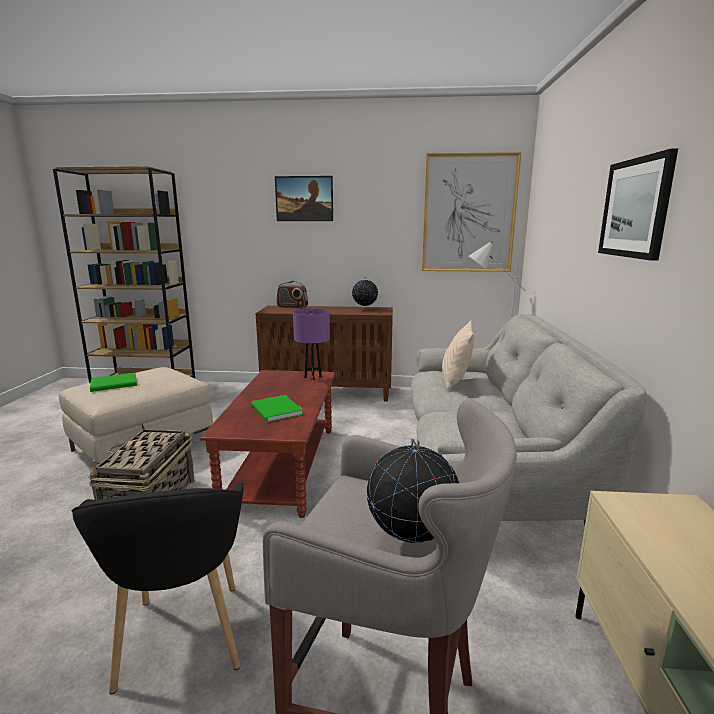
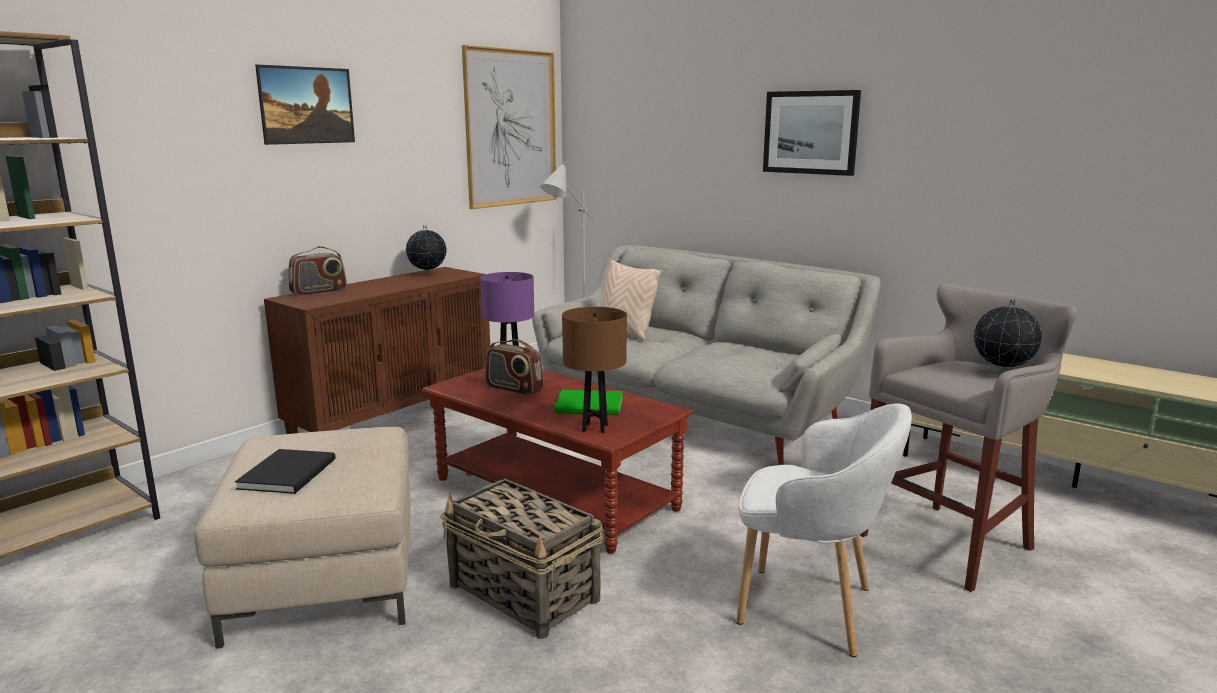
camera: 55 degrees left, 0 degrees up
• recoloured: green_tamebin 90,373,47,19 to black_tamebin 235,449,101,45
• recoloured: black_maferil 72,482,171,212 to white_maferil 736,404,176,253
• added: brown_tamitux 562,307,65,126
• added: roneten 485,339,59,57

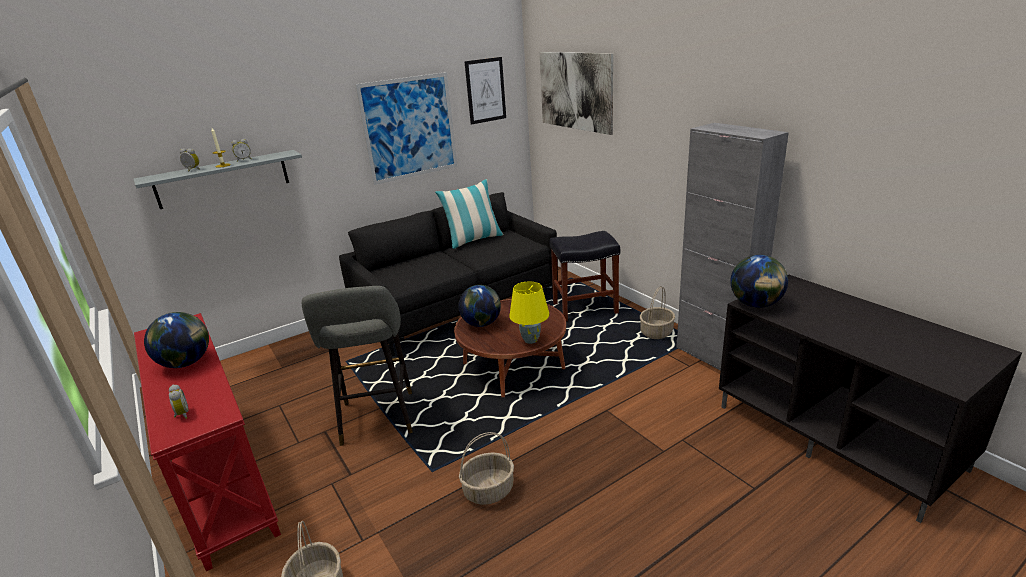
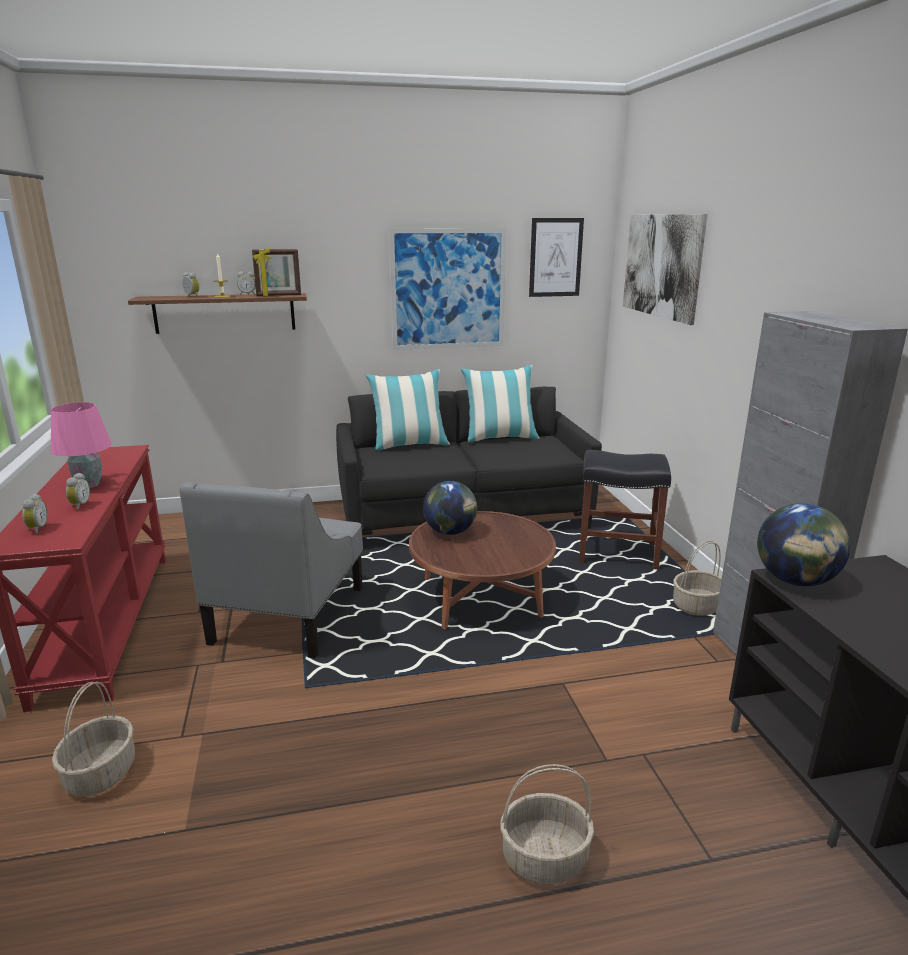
camera: 20 degrees right, 5 degrees down
• recoloured: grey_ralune 134,150,168,59 to brown_ralune 128,293,179,41
• removed: yellow_tamitux 509,281,40,63
• replaced: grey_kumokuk 302,286,111,160 to grey_maferil 179,482,184,176
• replaced: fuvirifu 144,312,65,56 to pink_tamitux 51,402,61,86
• moved: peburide 459,432,55,73 to 500,764,94,120
• added: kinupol 252,248,49,49
• added: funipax 365,369,85,82
• added: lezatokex 66,473,24,37

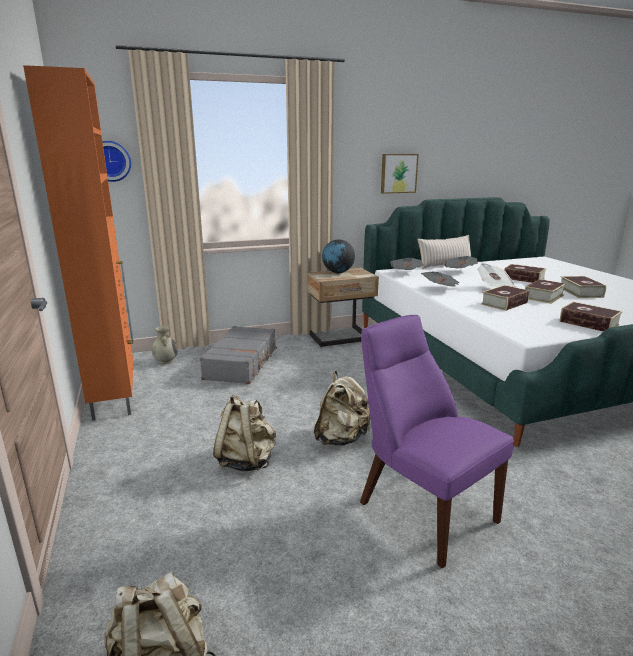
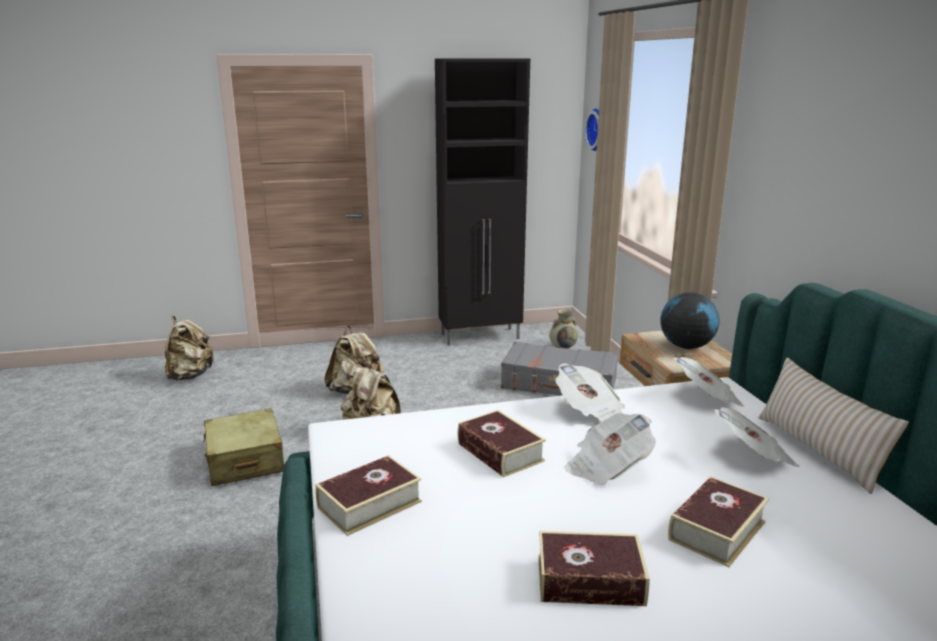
camera: 95 degrees right, 0 degrees up
• recoloured: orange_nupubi 23,65,111,356 to black_nupubi 435,58,95,287
• removed: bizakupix 381,154,38,40
• removed: tamebin 525,279,41,25
• replaced: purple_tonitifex 360,315,154,253 to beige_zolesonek 203,408,82,78

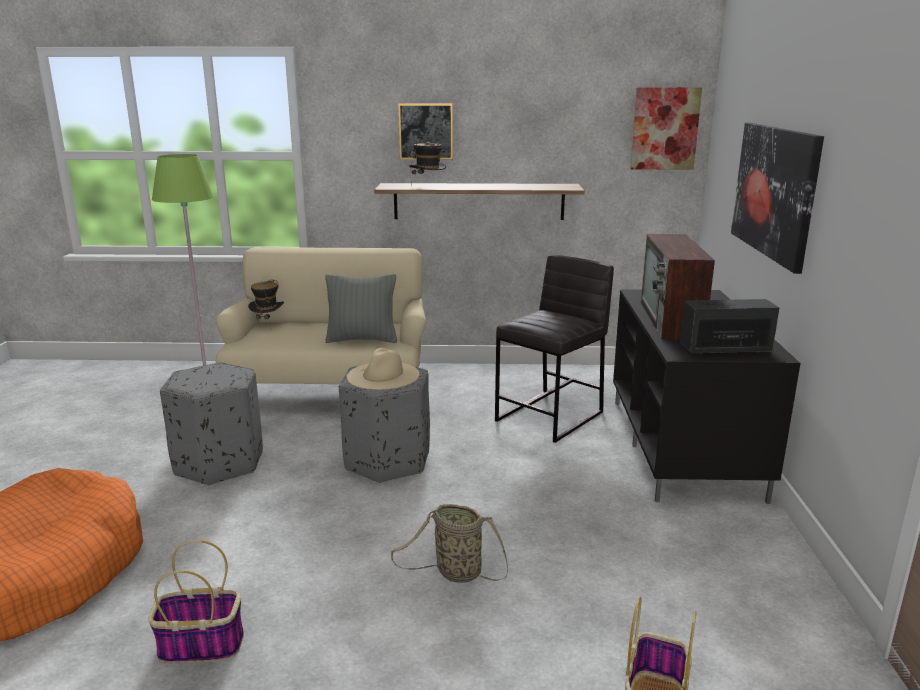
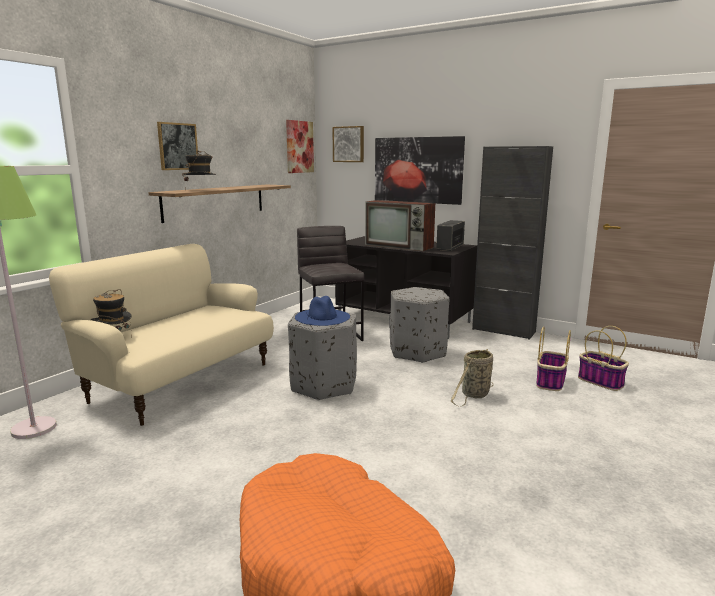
camera: 60 degrees left, 5 degrees down
• removed: grey_funipax 325,274,72,69
• recoloured: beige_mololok 347,348,72,42 to blue_mololok 295,296,55,30
• moved: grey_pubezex 160,362,103,124 to 390,287,60,76
• moved: peburide 148,540,96,124 to 536,326,35,65
• added: bizakupix 332,126,32,36
• added: black_nupubi 472,146,81,194

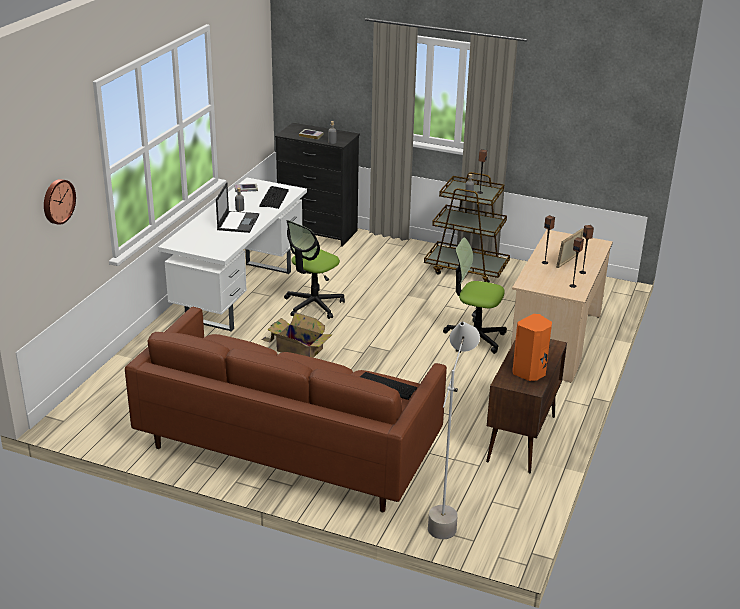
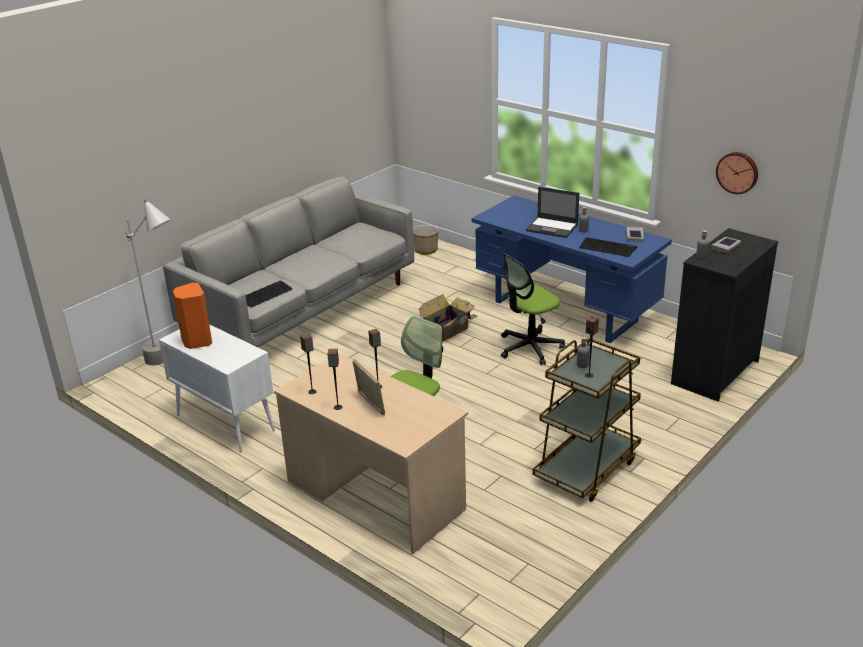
camera: 110 degrees right, 0 degrees up
• recoloured: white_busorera 158,178,149,154 to blue_busorera 472,195,200,148
• moved: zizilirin 44,179,32,46 to 716,152,42,42
• turned: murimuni 284,220,61,99 = 501,253,64,112 90 degrees counterclockwise
• recoloured: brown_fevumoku 125,307,322,205 to grey_fevumoku 163,177,251,170
• recoloured: brown_nupubi 486,339,81,134 to white_nupubi 159,325,116,127
• added: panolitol 413,225,25,30

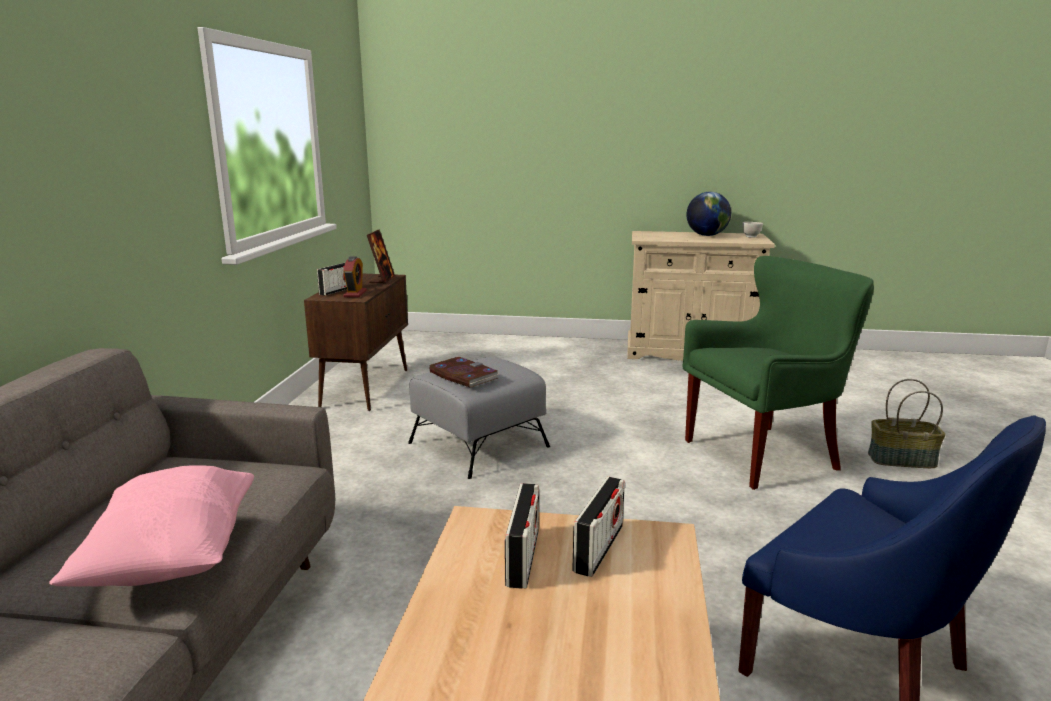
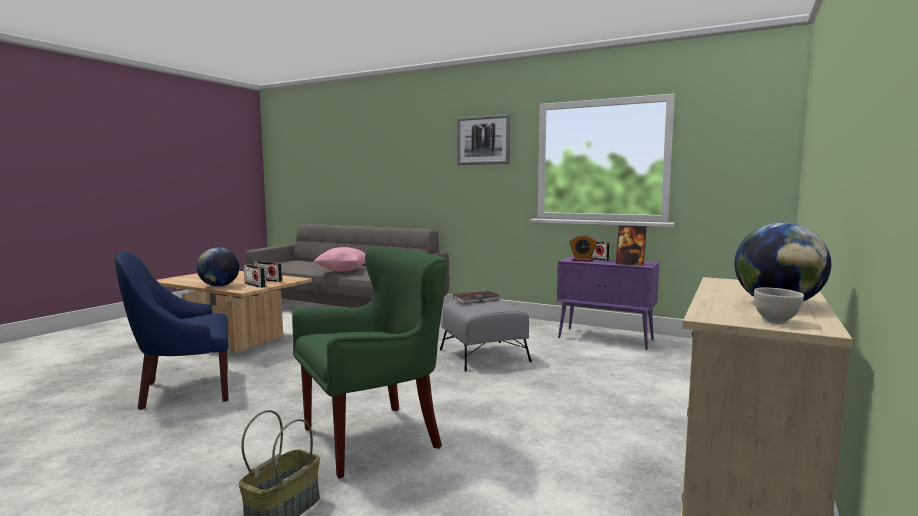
camera: 110 degrees right, 10 degrees down
• turned: green_maferil 683,256,191,234 = 292,246,155,232 120 degrees counterclockwise
• recoloured: brown_nupubi 304,274,104,137 to purple_nupubi 557,256,102,94
• added: bizakupix 457,114,53,51
• added: fuvirifu 196,247,44,40

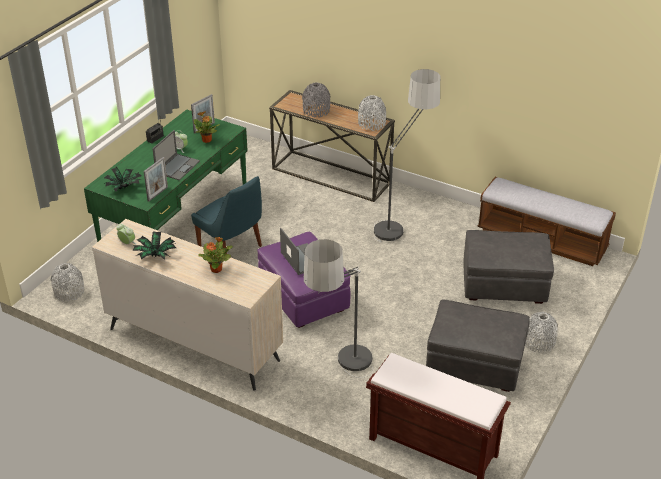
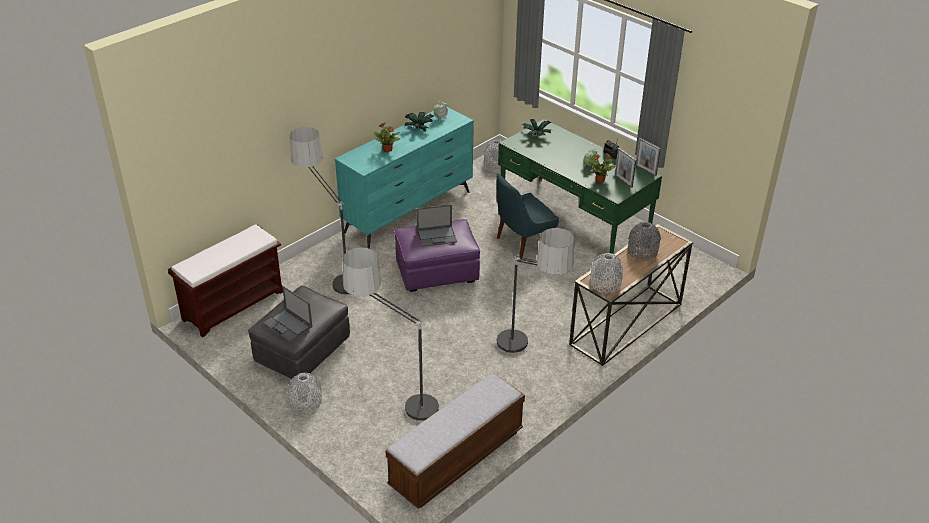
camera: 105 degrees right, 0 degrees up
• moved: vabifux 152,130,48,50 to 263,286,49,56
• moved: kinupol 144,157,24,45 to 636,138,25,38
• recoloured: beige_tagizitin 92,219,191,172 to turquoise_tagizitin 335,106,139,143
• replaced: grey_pubezex 463,230,91,74 to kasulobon 343,247,96,177

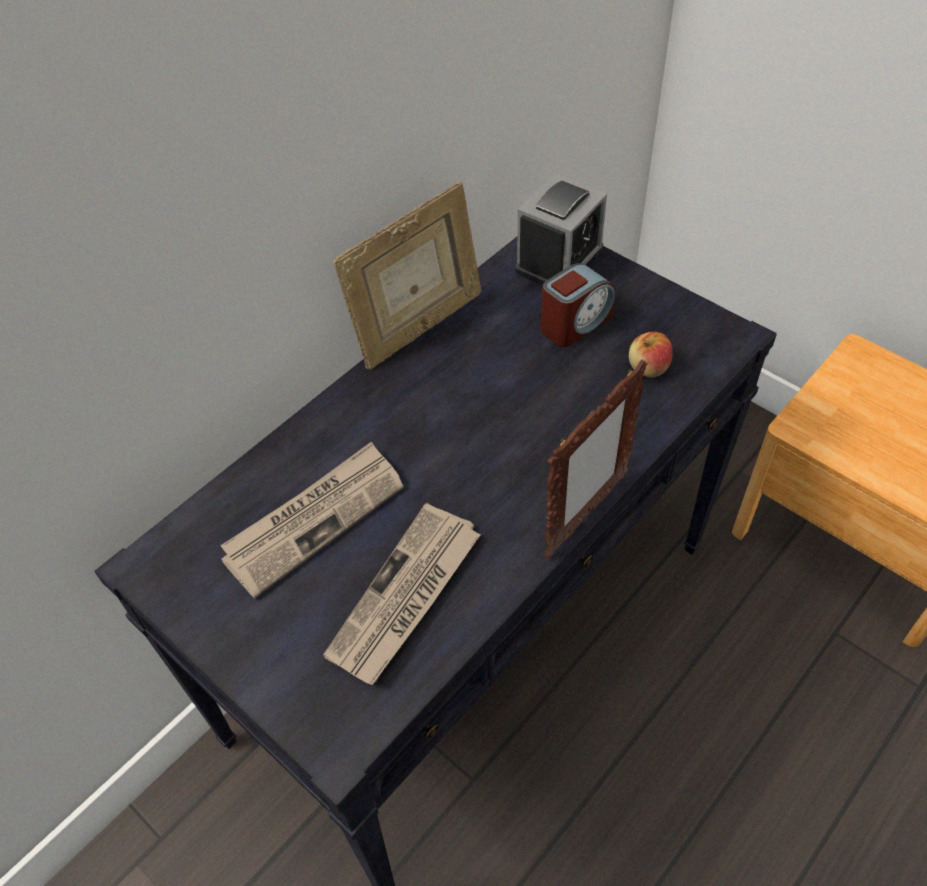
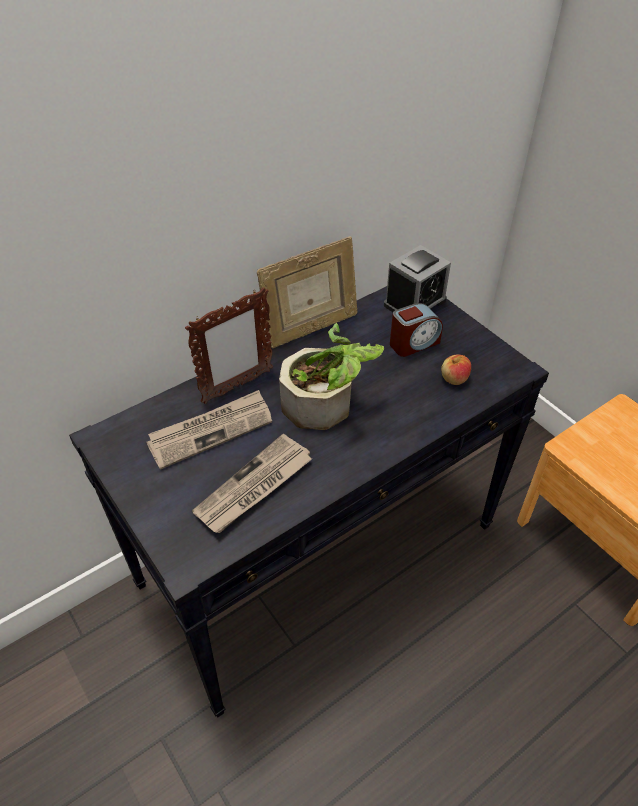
camera: 10 degrees right, 5 degrees down
• moved: kinupol 544,360,104,198 to 185,287,88,117
• added: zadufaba 279,323,105,107

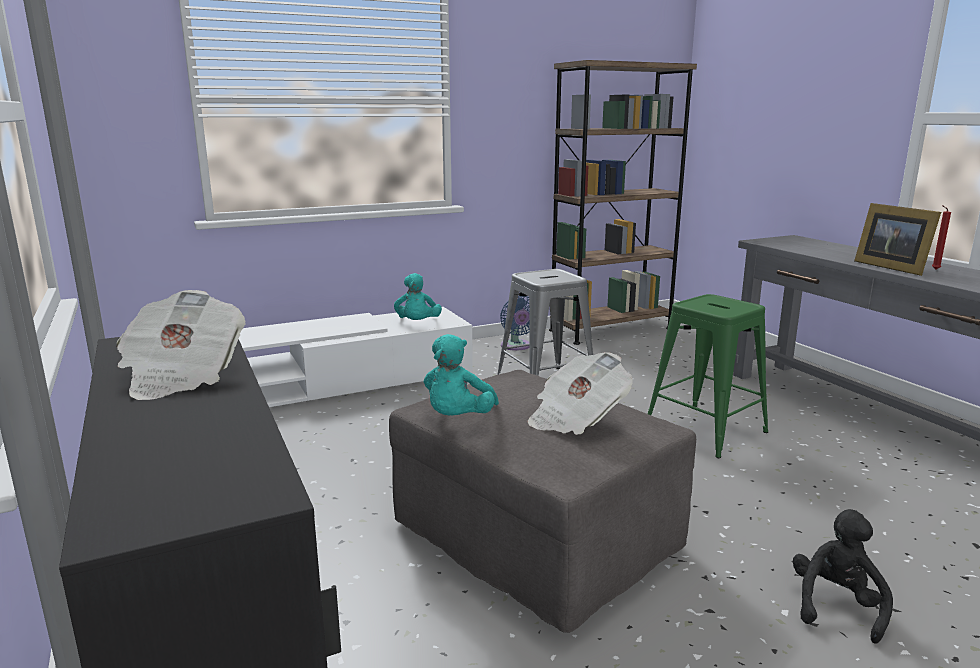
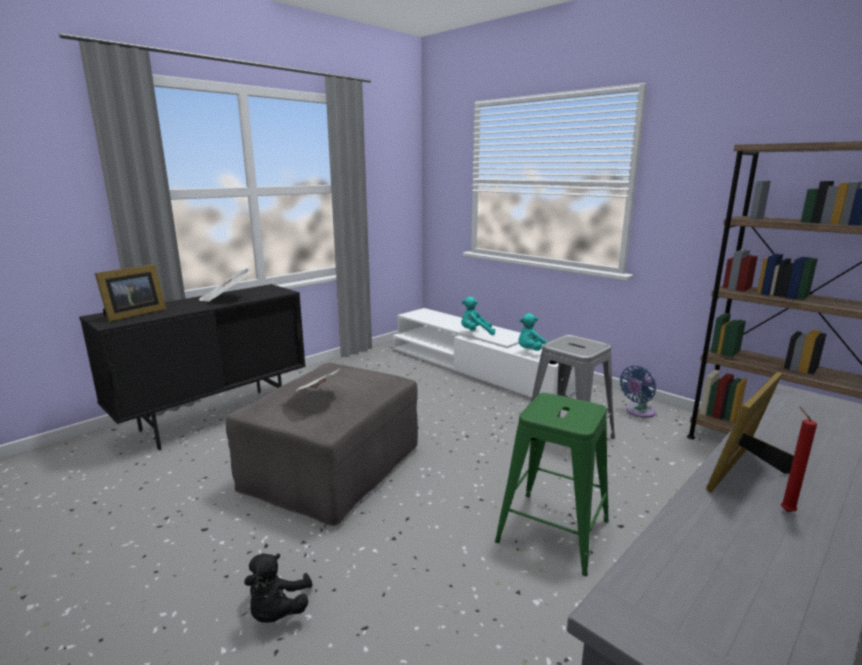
camera: 70 degrees right, 0 degrees up
• moved: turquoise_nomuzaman 423,334,76,82 to 461,297,34,38
• turned: black_nomuzaman 793,509,100,135 = 244,553,69,70 90 degrees clockwise
• added: kinupol 95,264,71,58

